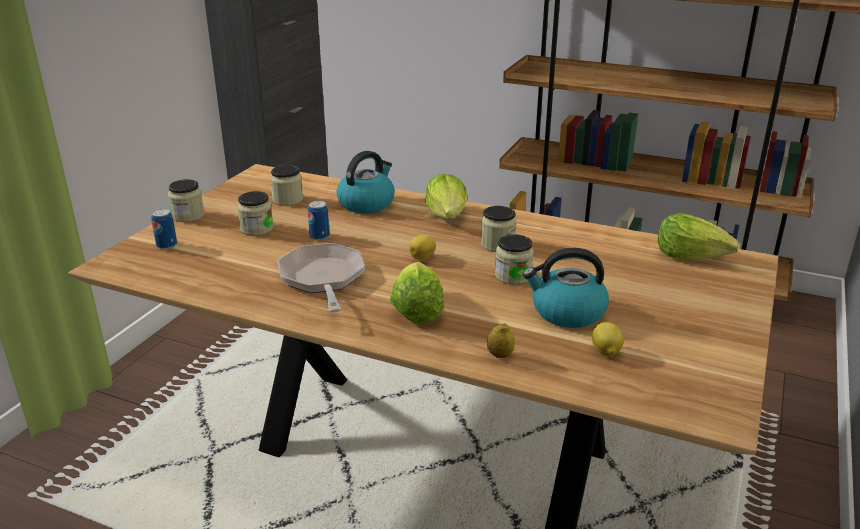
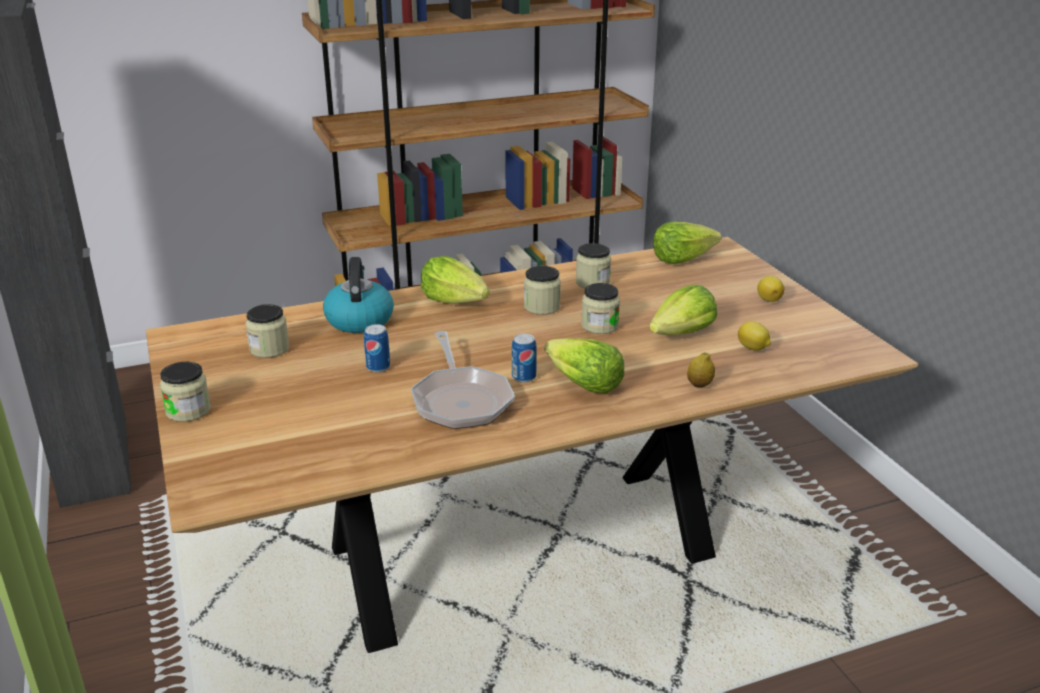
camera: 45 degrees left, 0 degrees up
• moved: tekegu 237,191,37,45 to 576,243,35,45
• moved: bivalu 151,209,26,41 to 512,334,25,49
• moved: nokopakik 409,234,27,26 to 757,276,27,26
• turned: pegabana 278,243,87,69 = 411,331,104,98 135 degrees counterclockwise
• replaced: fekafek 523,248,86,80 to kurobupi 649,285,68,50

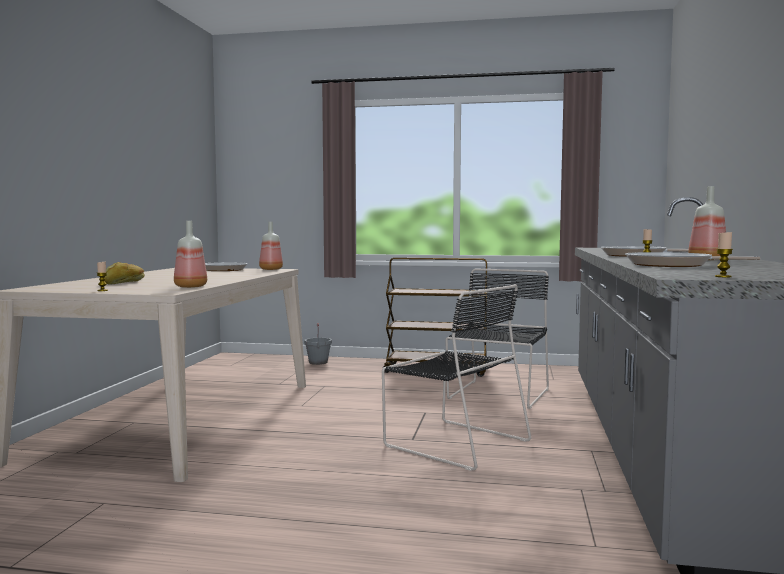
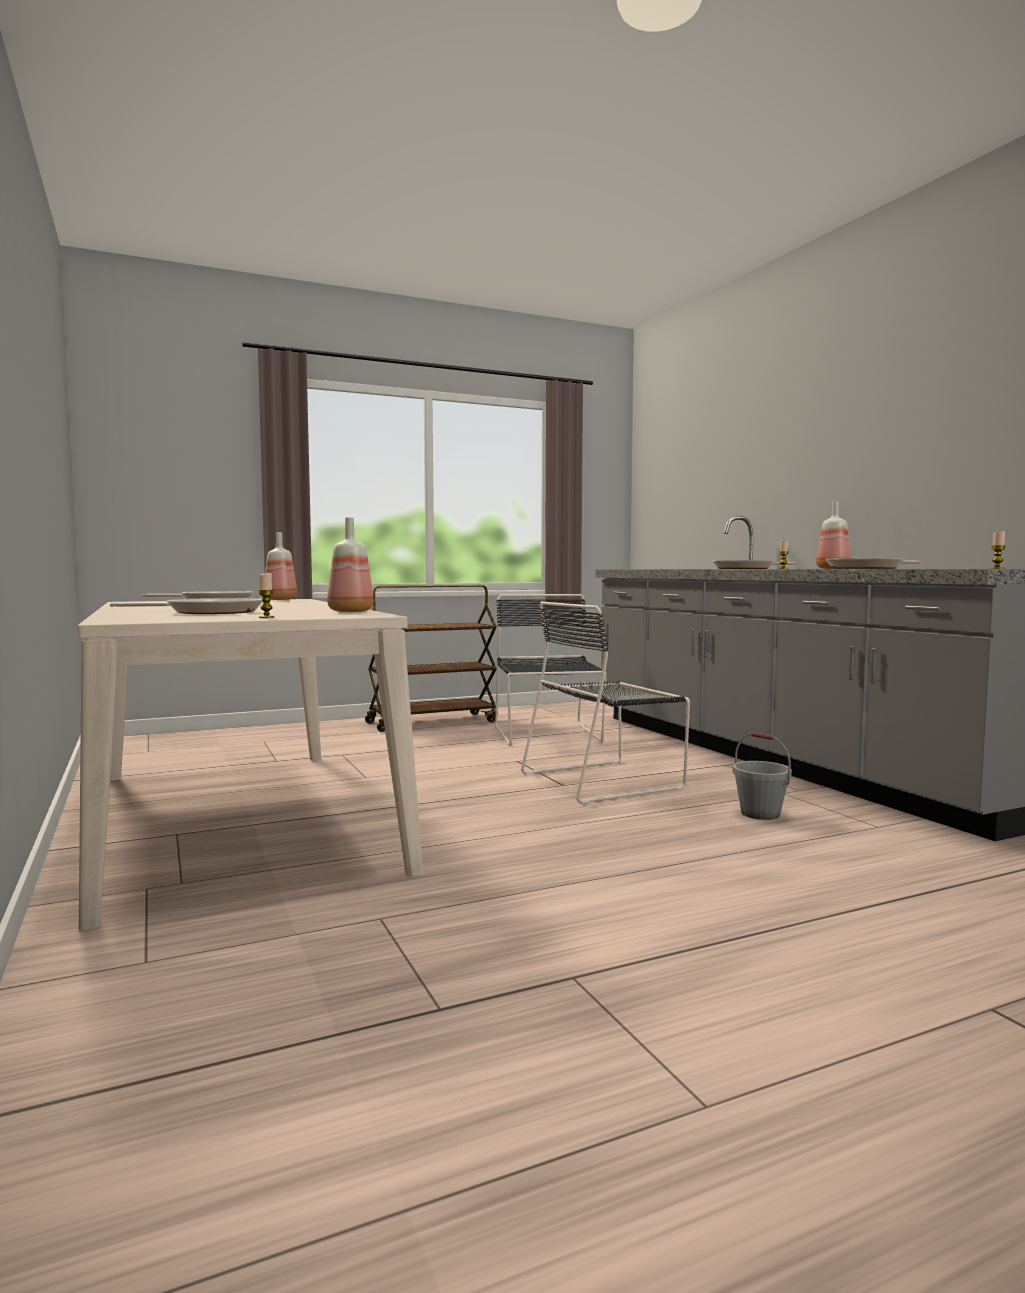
camera: 35 degrees left, 0 degrees up
• replaced: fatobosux 104,262,41,22 to pegabana 110,598,153,16
• turned: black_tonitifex 382,284,149,187 = 521,601,169,203 150 degrees clockwise
• moved: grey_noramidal 304,323,28,42 to 732,732,60,88

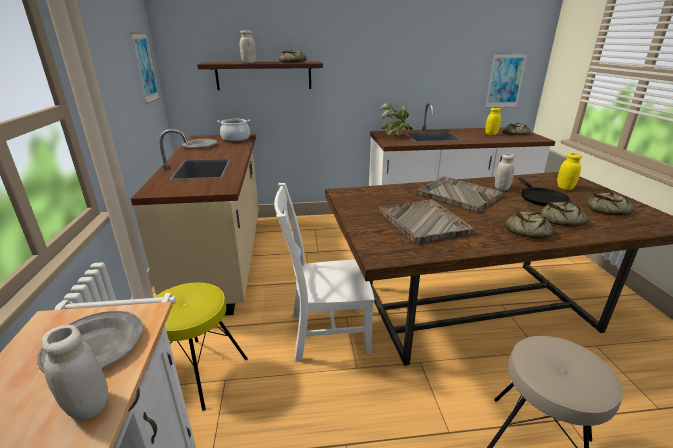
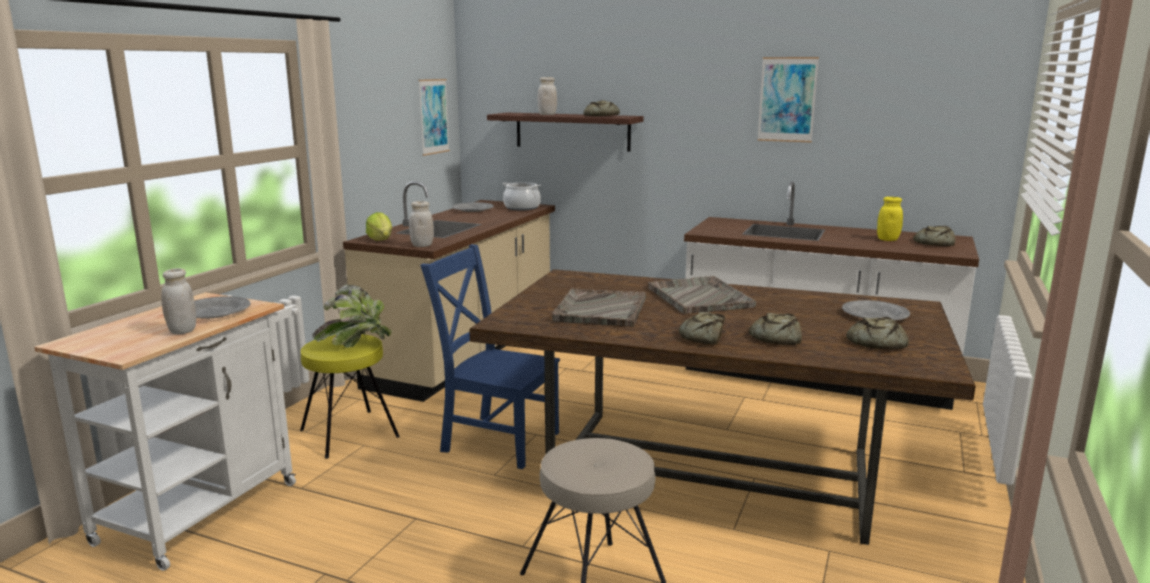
camera: 30 degrees right, 10 degrees down
• moved: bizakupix 485,53,42,55 to 757,57,62,86
• moved: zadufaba 380,103,33,34 to 312,284,80,64
• moved: white_tekegu 495,153,20,38 to 409,201,25,46
• replaced: yellow_tekegu 557,153,25,37 to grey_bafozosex 842,300,68,20
• removed: black_pegabana 518,178,52,28
• recoloured: white_tonitifex 274,183,101,179 to blue_tonitifex 420,244,140,225
• added: kurobupi 366,212,26,29

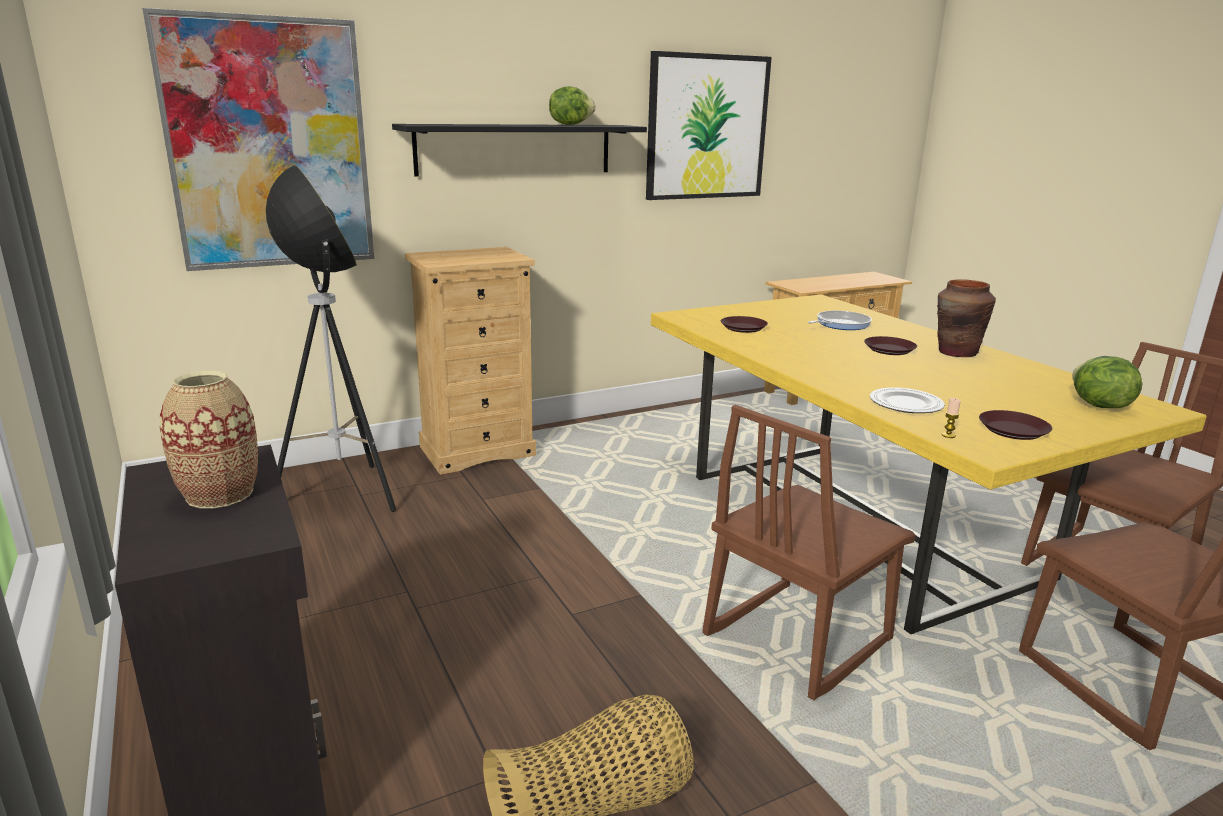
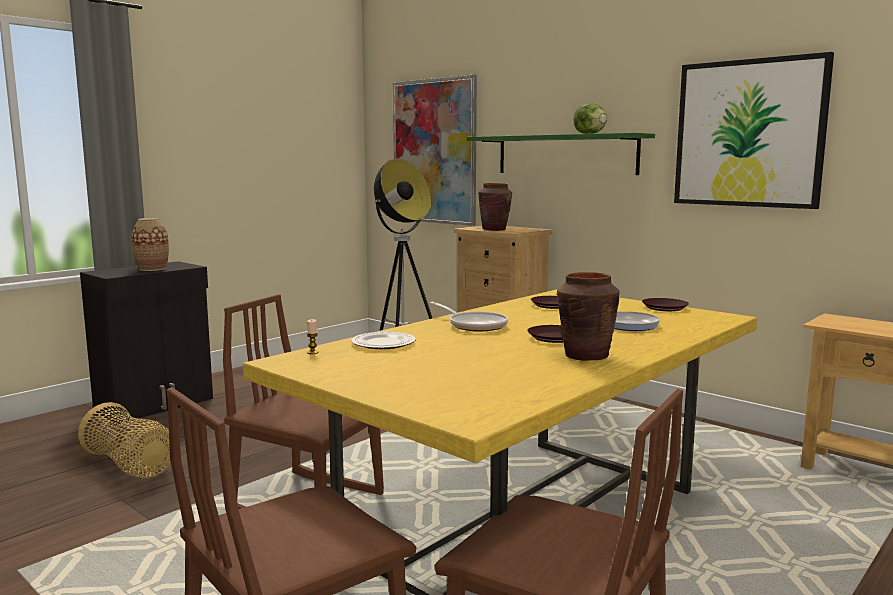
camera: 70 degrees right, 10 degrees down
• recoloured: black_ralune 392,124,255,53 to green_ralune 467,133,188,42
• removed: kurobupi 1072,356,70,52
• moved: brown_bafozosex 979,410,73,30 to 642,298,47,13
• added: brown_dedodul 478,183,34,48
• added: pegabana 430,302,78,30

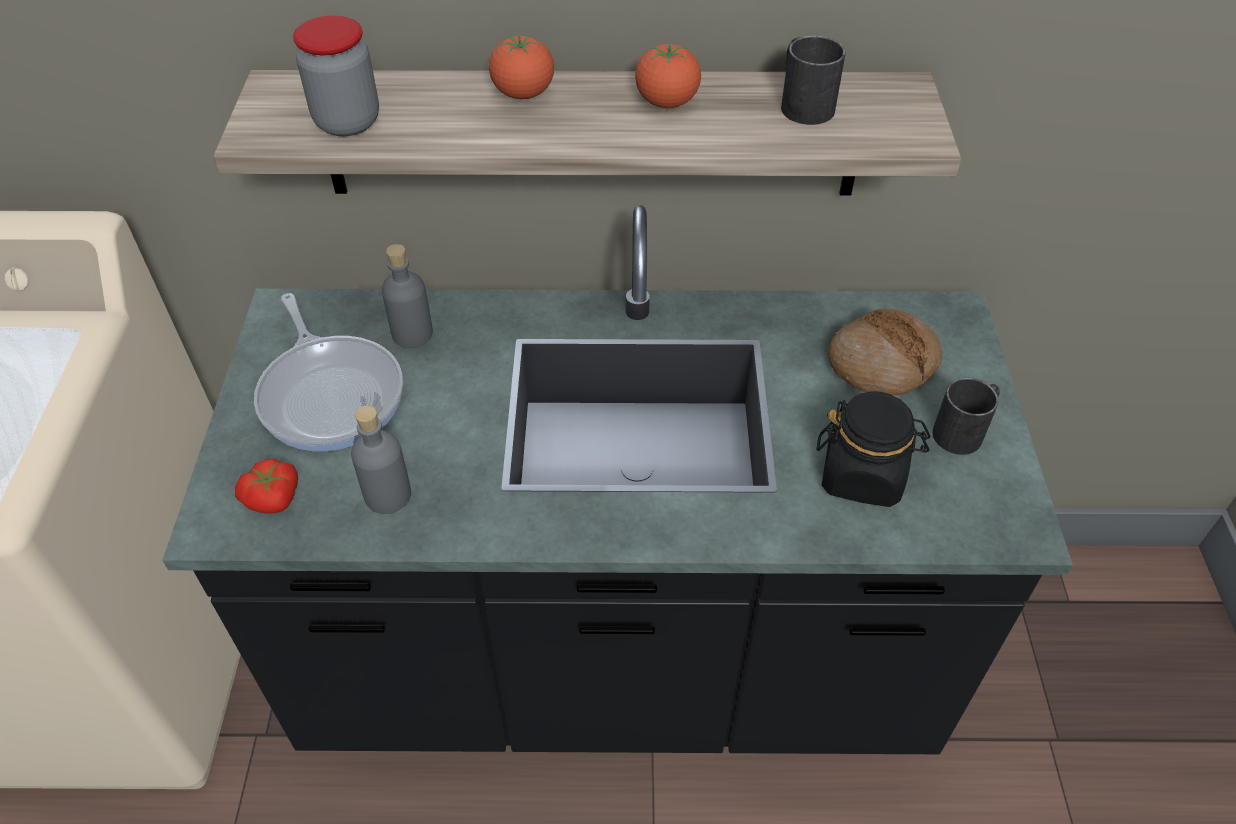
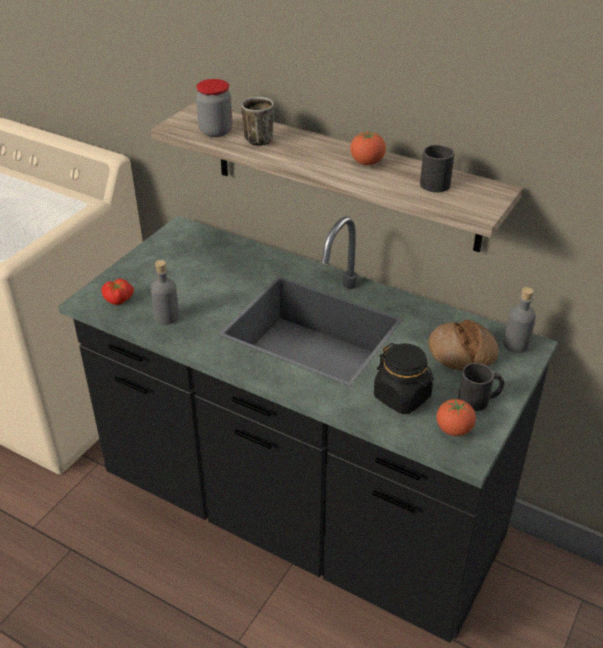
camera: 30 degrees right, 10 degrees down
• moved: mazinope 489,36,65,63 to 437,398,39,38
• moved: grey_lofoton 382,244,51,104 to 503,287,33,66
• removed: pegabana 254,293,149,158
• added: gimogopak 241,97,33,49

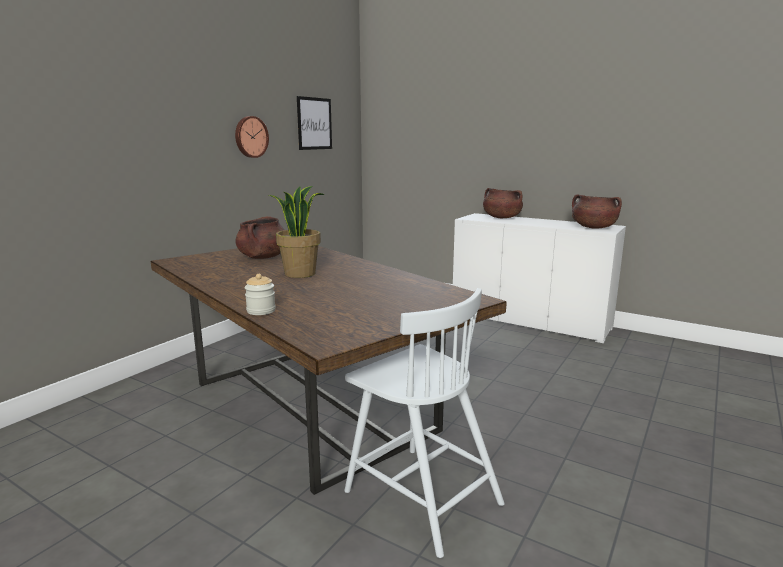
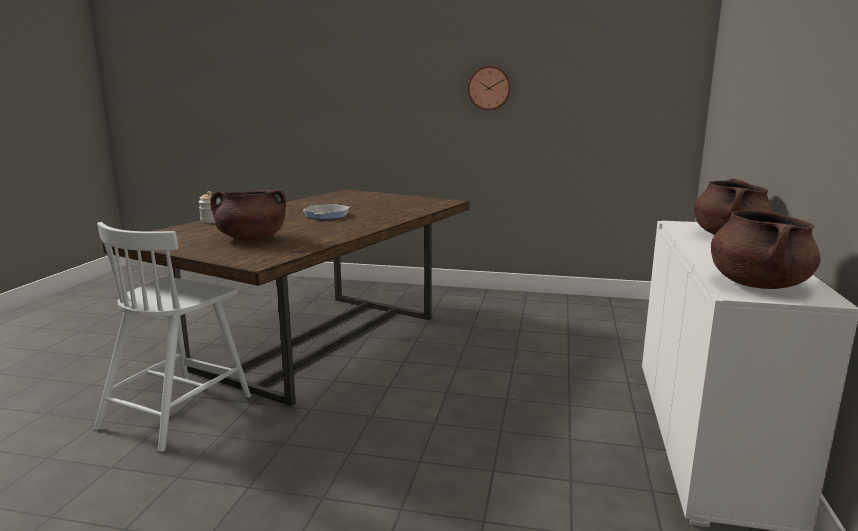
camera: 70 degrees right, 0 degrees up
• removed: bizakupix 297,96,35,54
• replaced: zadufaba 269,186,55,92 to pegabana 303,204,47,16
• moved: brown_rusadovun 235,216,50,43 to 210,189,76,52

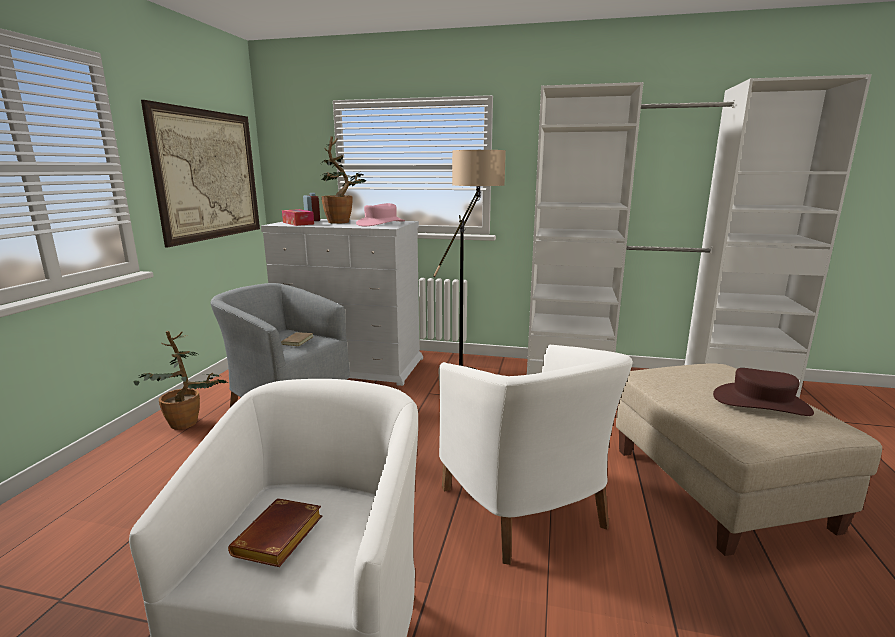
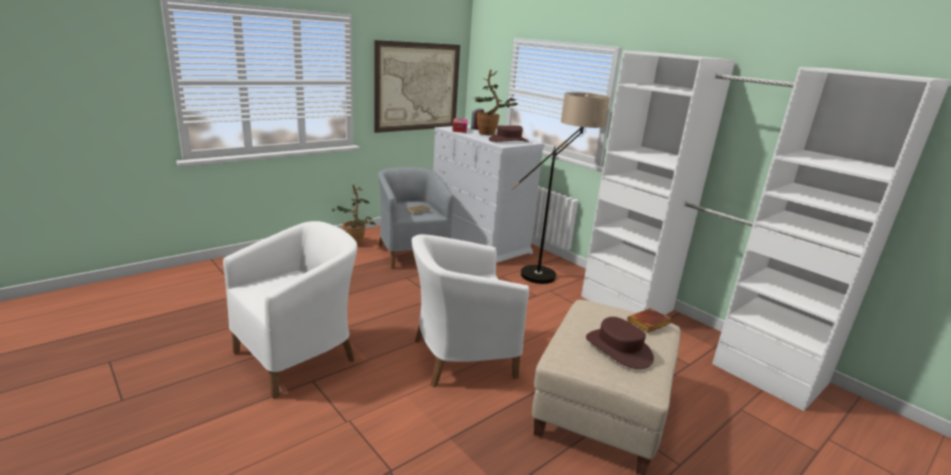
camera: 35 degrees right, 5 degrees up
• recoloured: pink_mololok 356,203,49,23 to brown_mololok 489,125,40,17
• turned: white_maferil 439,345,194,220 = 412,234,117,153 60 degrees clockwise
• moved: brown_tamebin 228,498,94,69 to 627,308,45,24

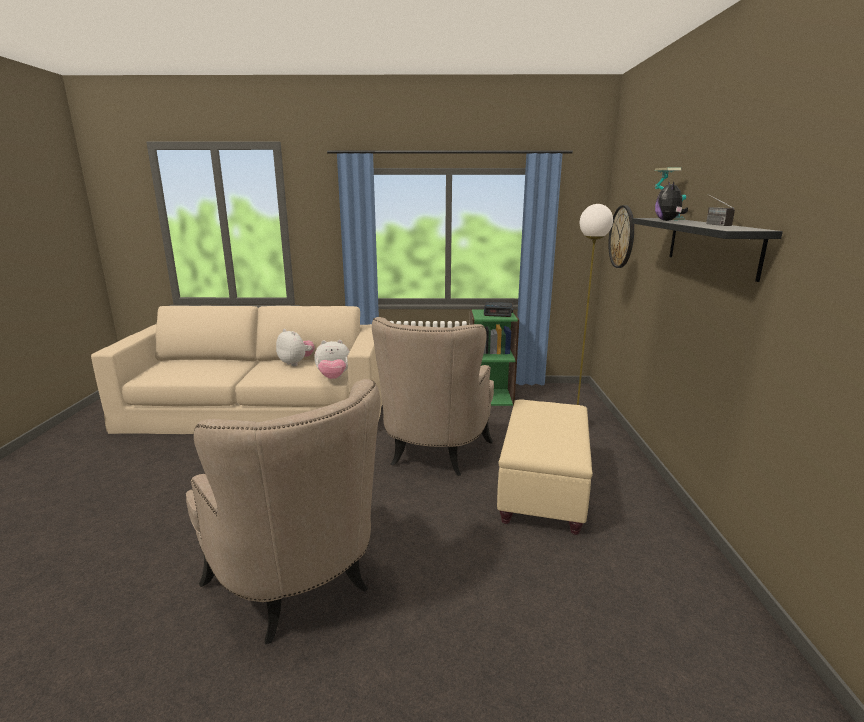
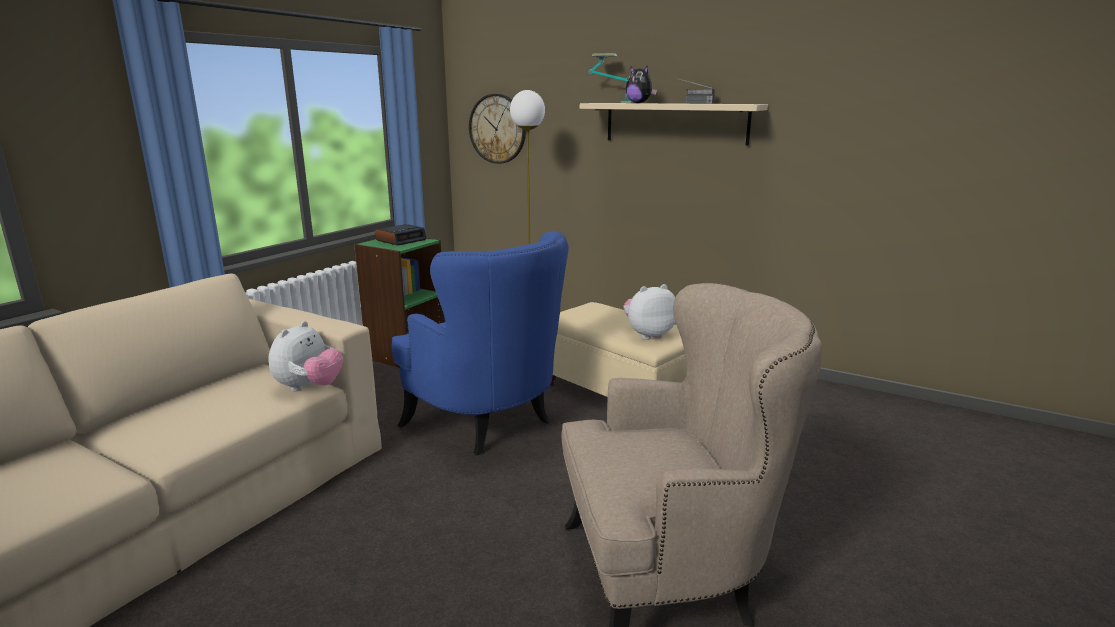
camera: 60 degrees left, 0 degrees up
• recoloured: black_ralune 631,218,152,64 to beige_ralune 580,103,188,43
• recoloured: beige_maferil 372,317,122,159 to blue_maferil 392,231,177,224
• moved: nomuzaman 276,329,39,37 to 623,284,52,56

